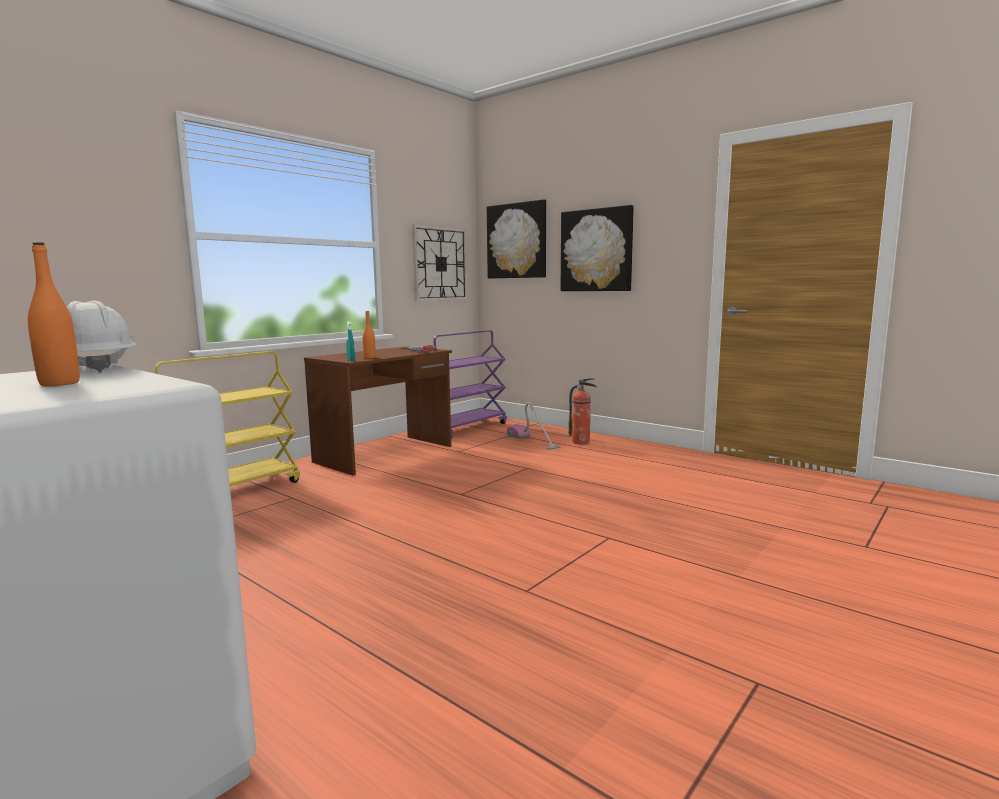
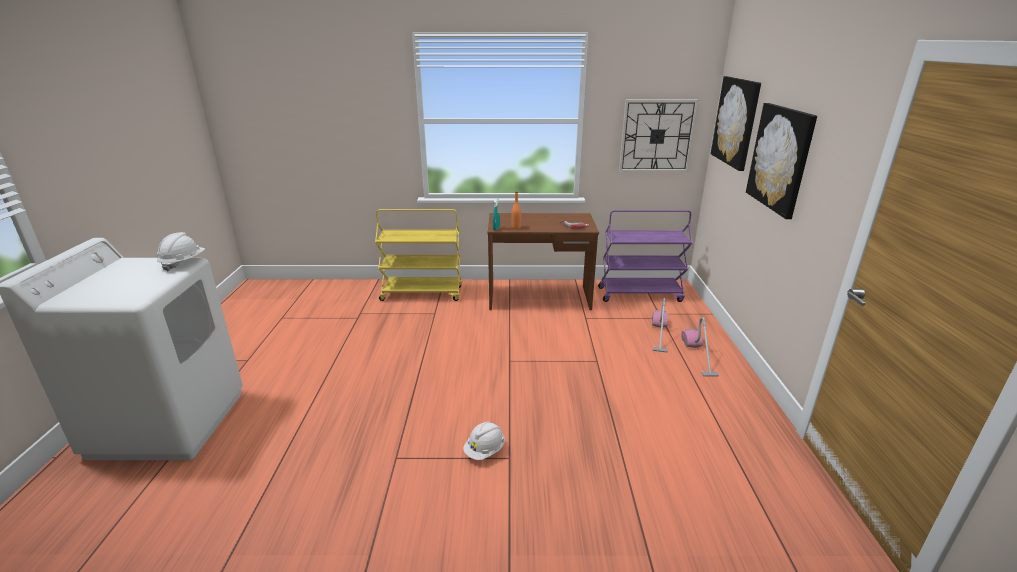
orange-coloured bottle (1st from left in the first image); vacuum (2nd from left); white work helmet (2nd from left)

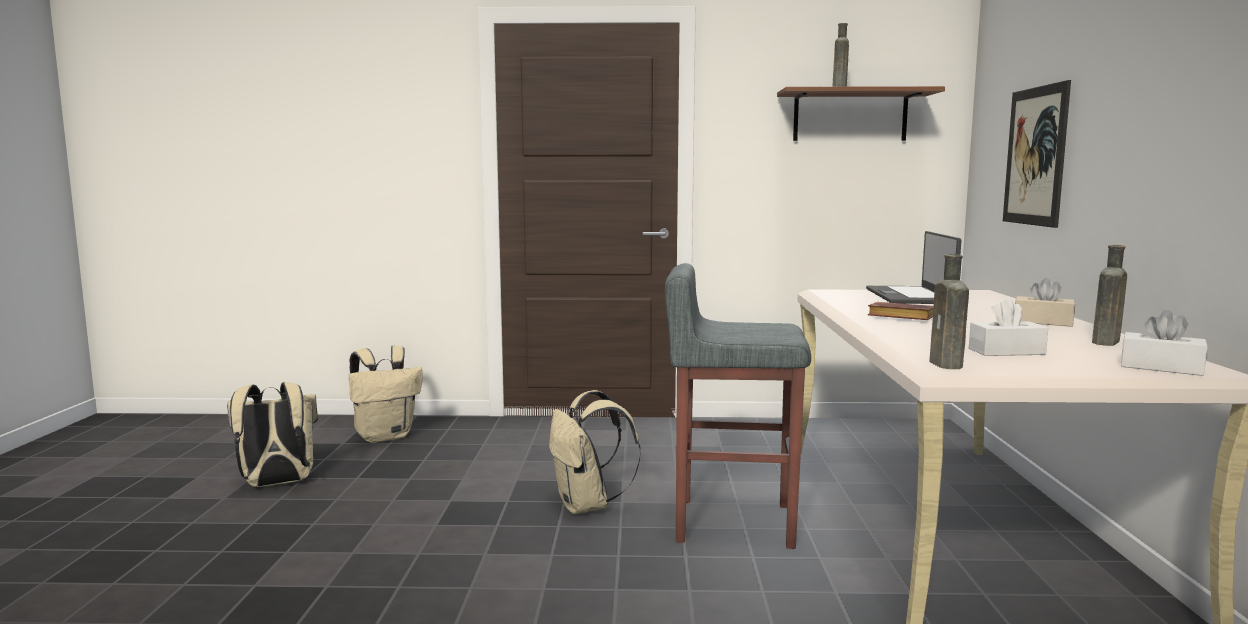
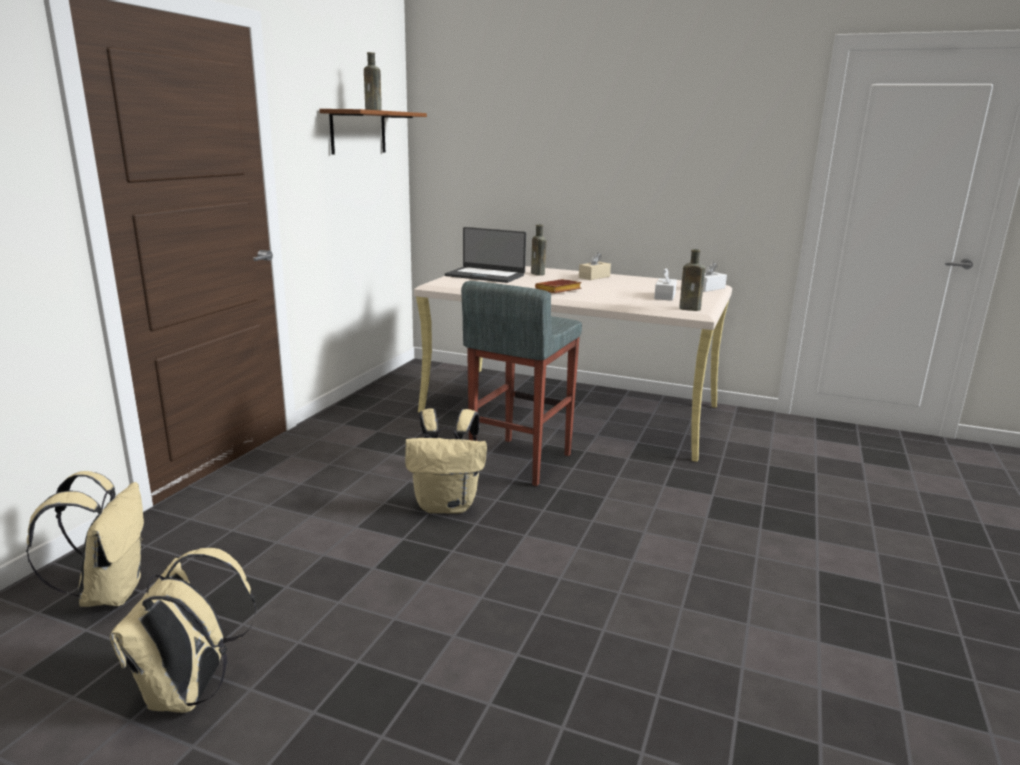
picture; brown-coloured bottle (2nd from left)

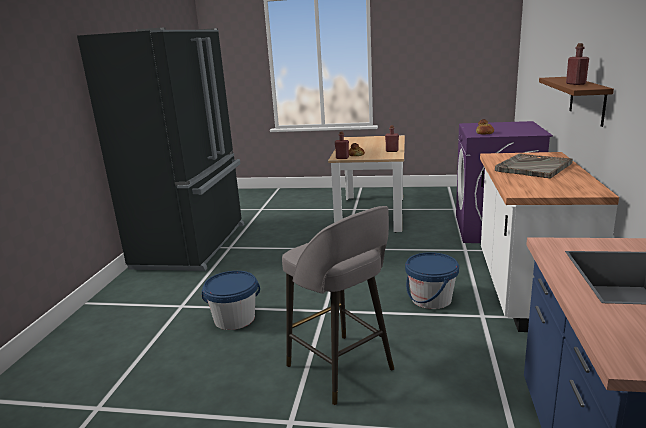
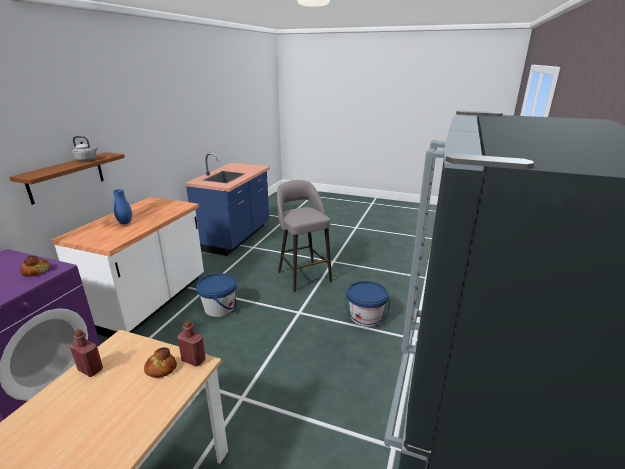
blue flower vase; grey water kettle

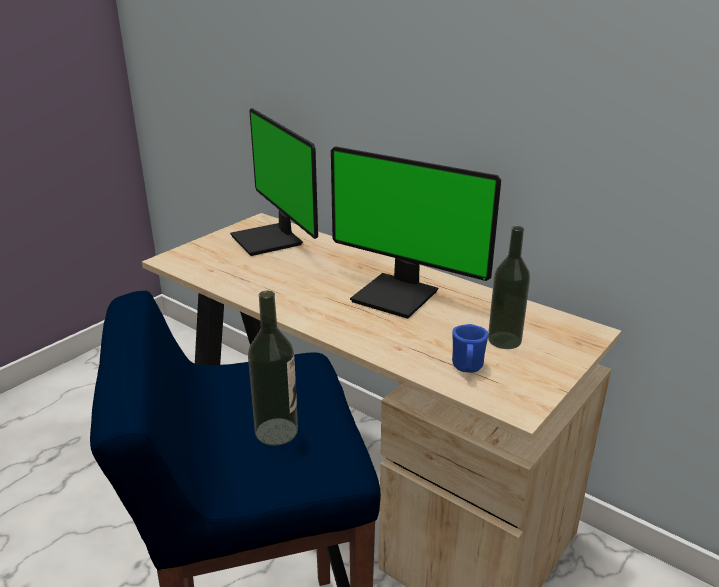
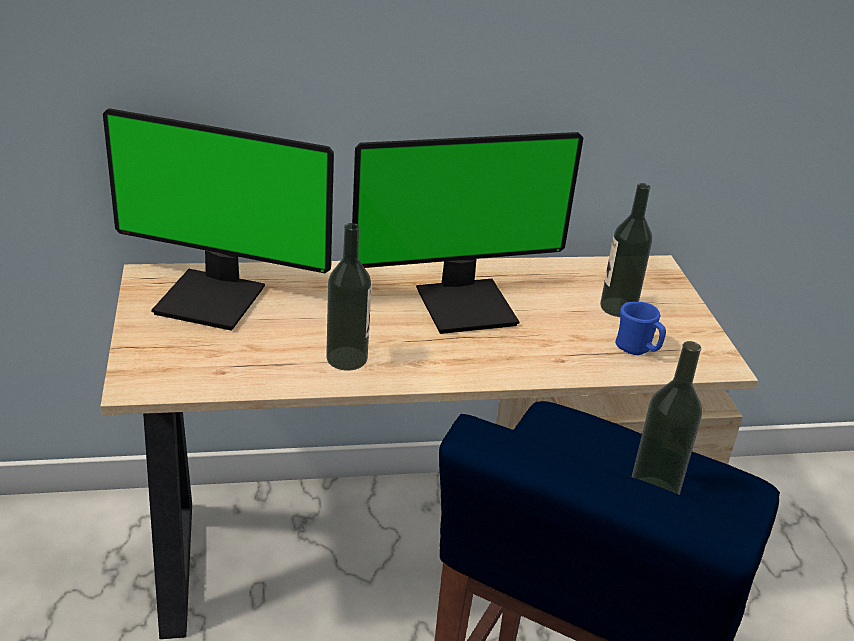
bottle (1st from left)

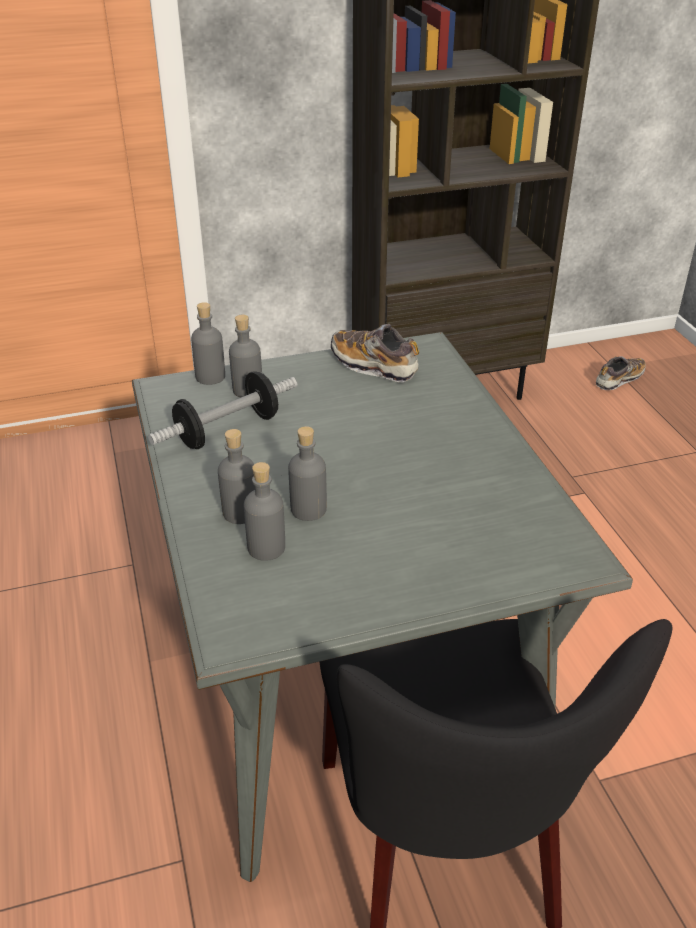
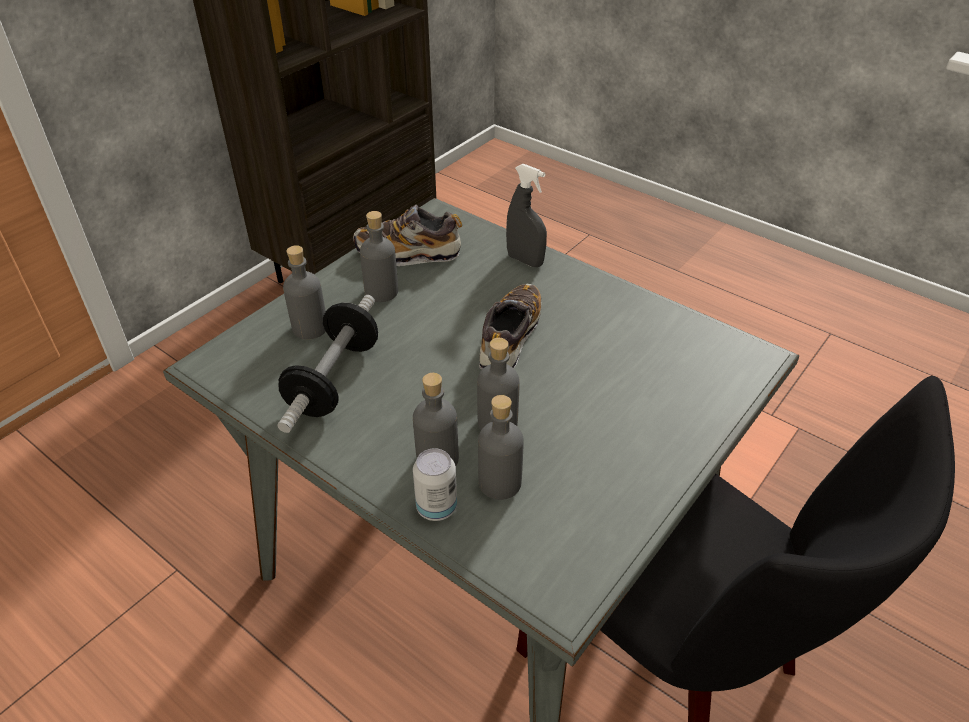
grey bottle (2nd from left); low shoe (2nd from left); can; grey spray bottle

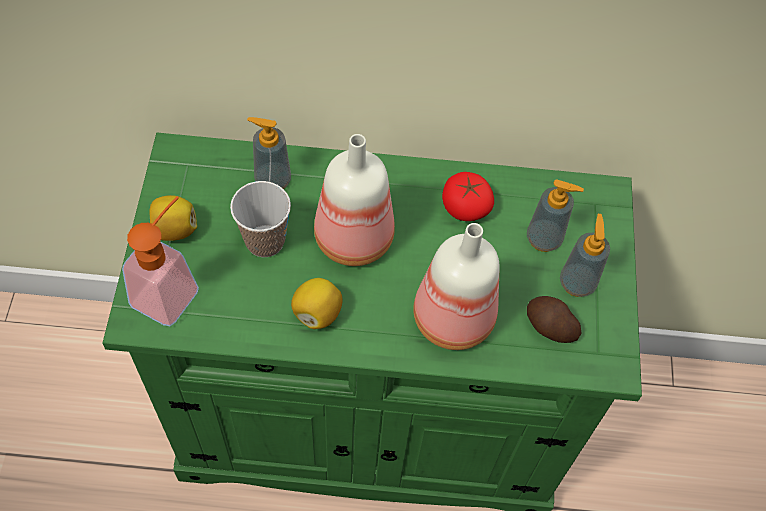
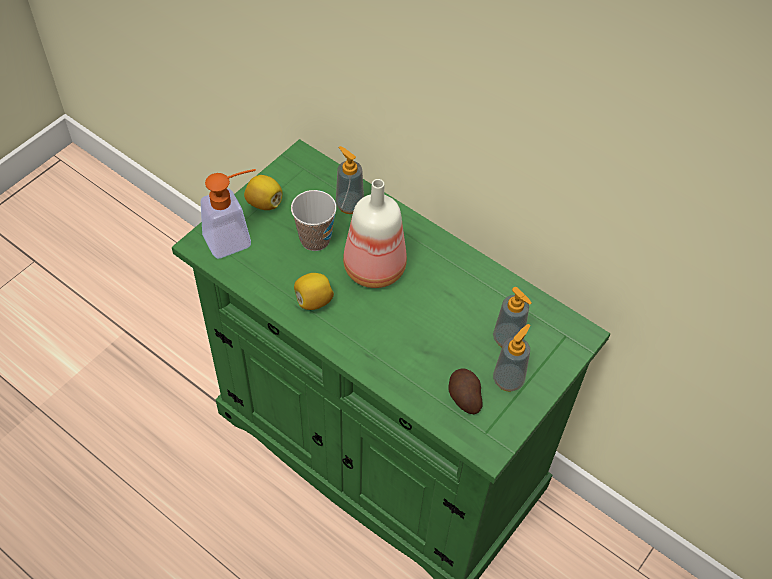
bottle (2nd from left in the first image); whole tomato

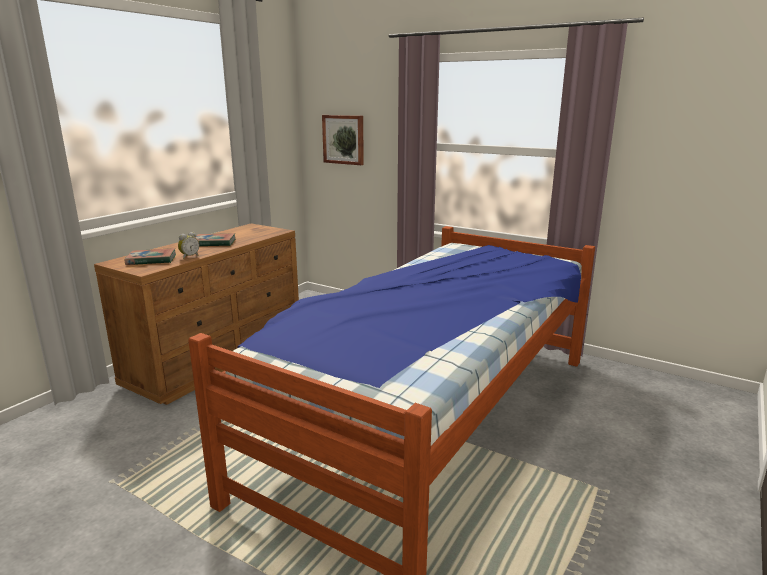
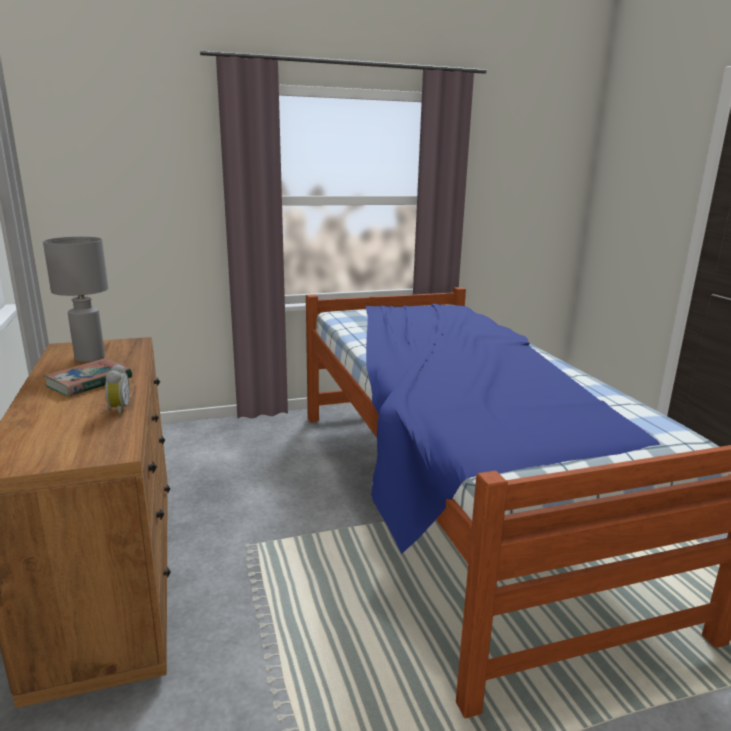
bound book (1st from left in the first image); picture; grey tabletop lamp

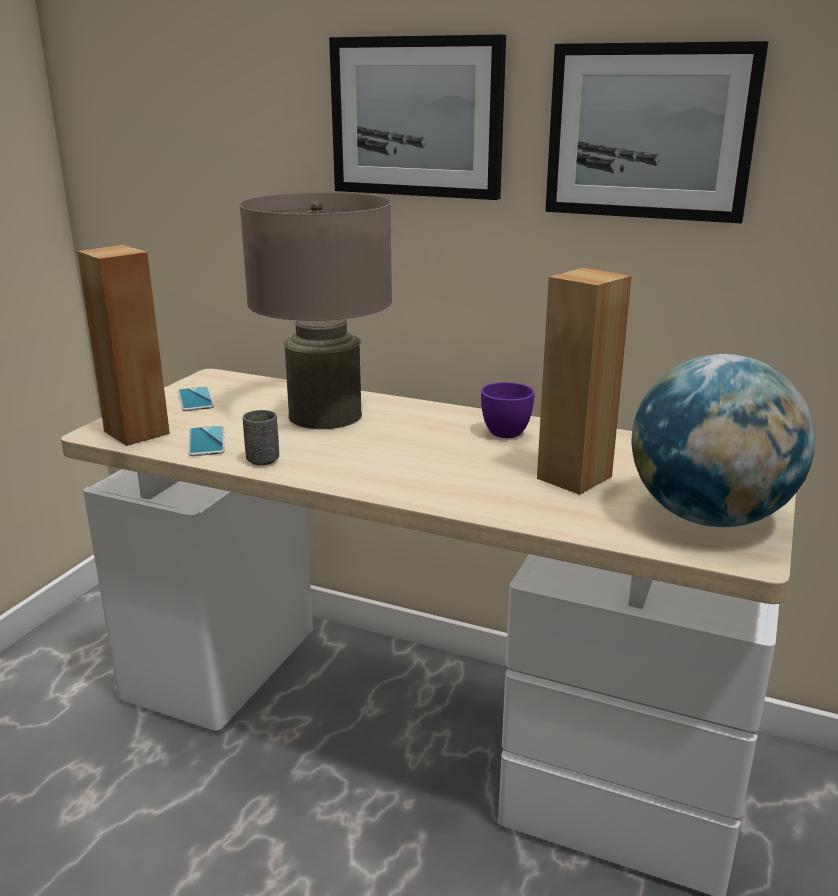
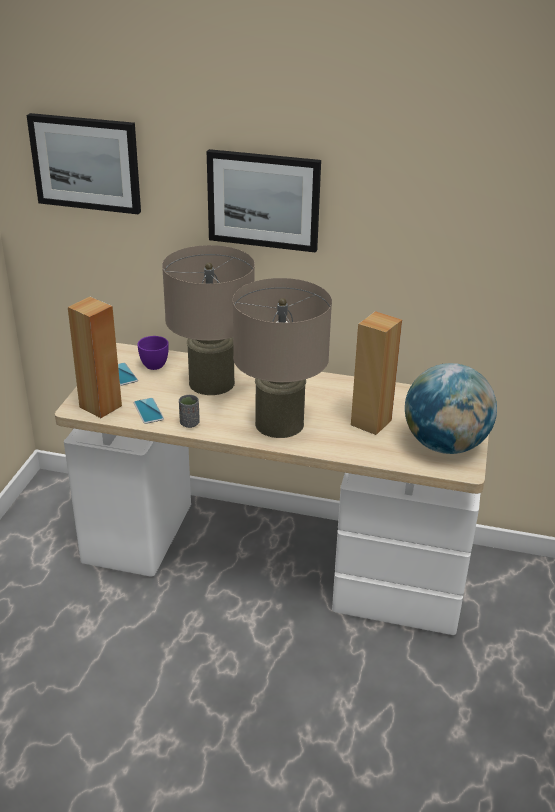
purple-coloured small cup; picture (1st from left); sand-coloured tabletop lamp (2nd from left)

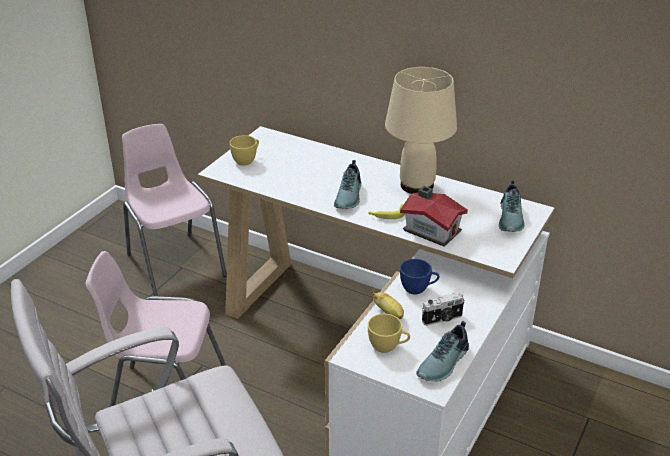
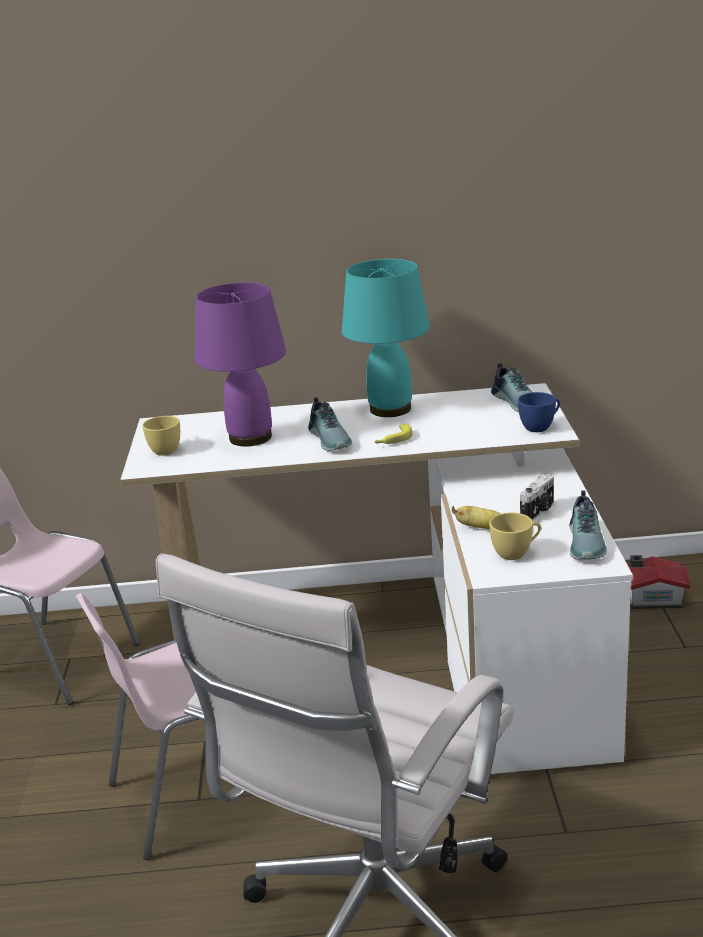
blue-green tabletop lamp; model house; blue small cup; purple-coloured tabletop lamp

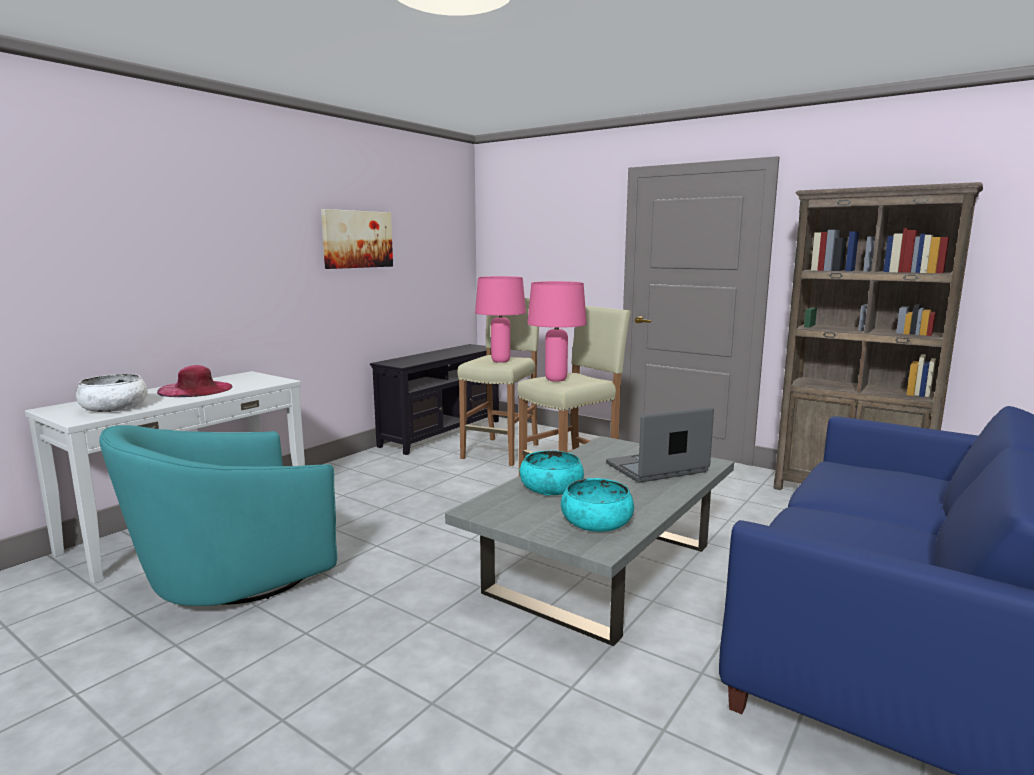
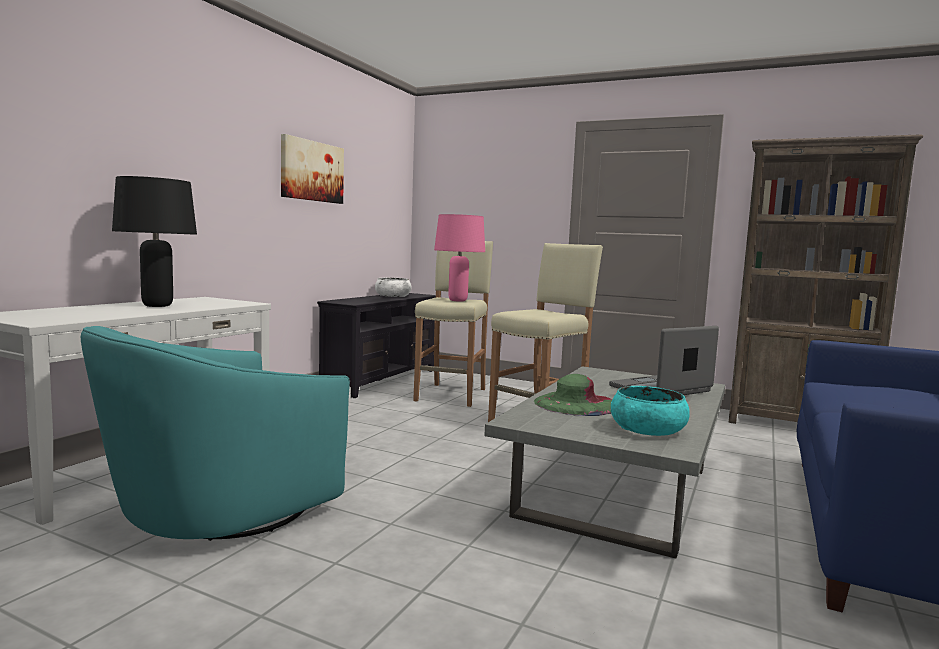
white bowl; black-coloured tabletop lamp; greenish clothing hat; pinkish tabletop lamp (2nd from left in the first image)

